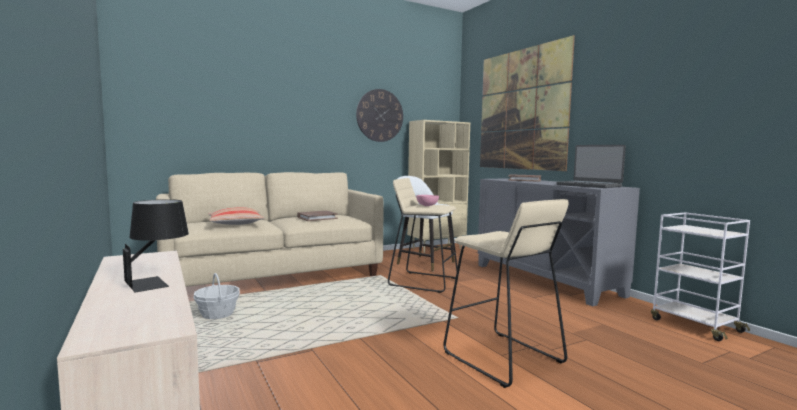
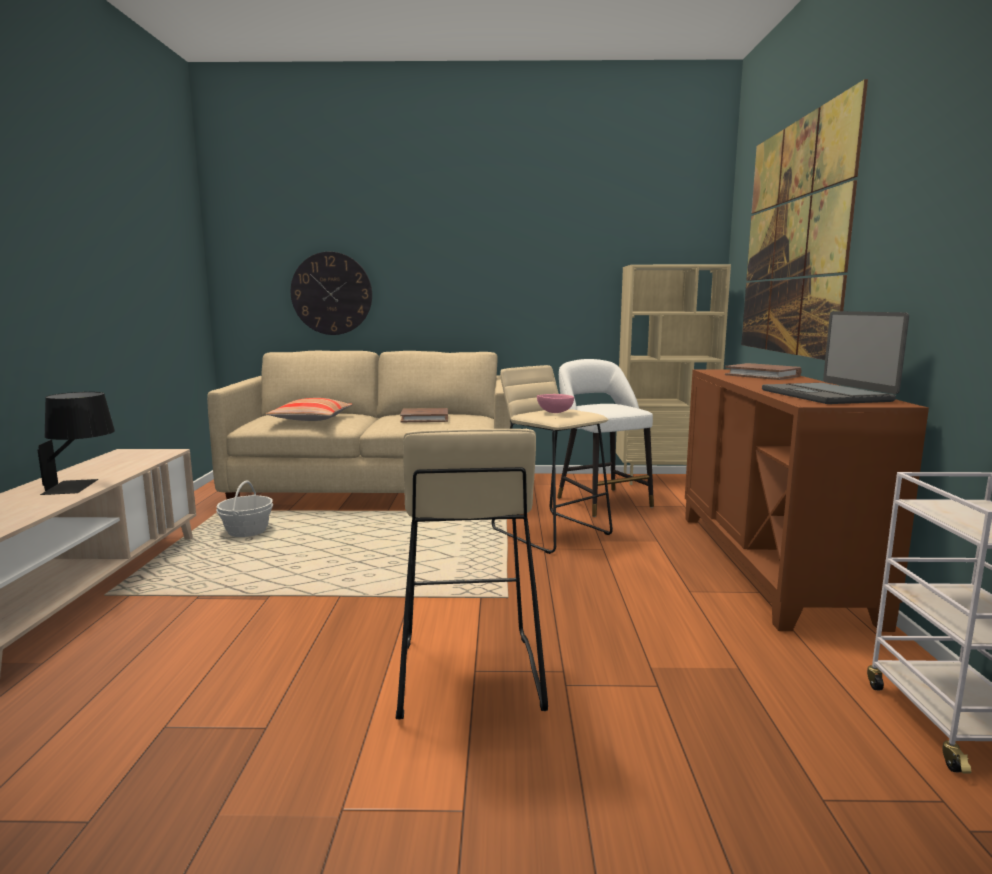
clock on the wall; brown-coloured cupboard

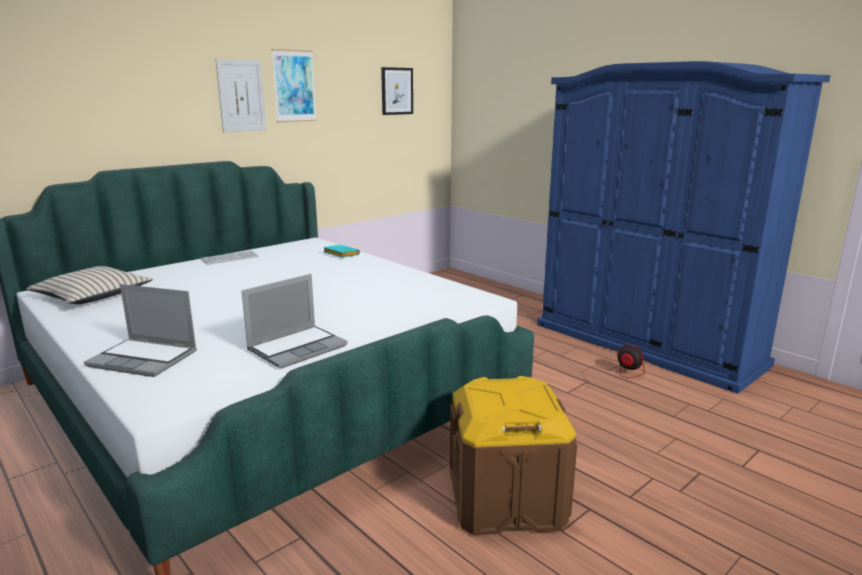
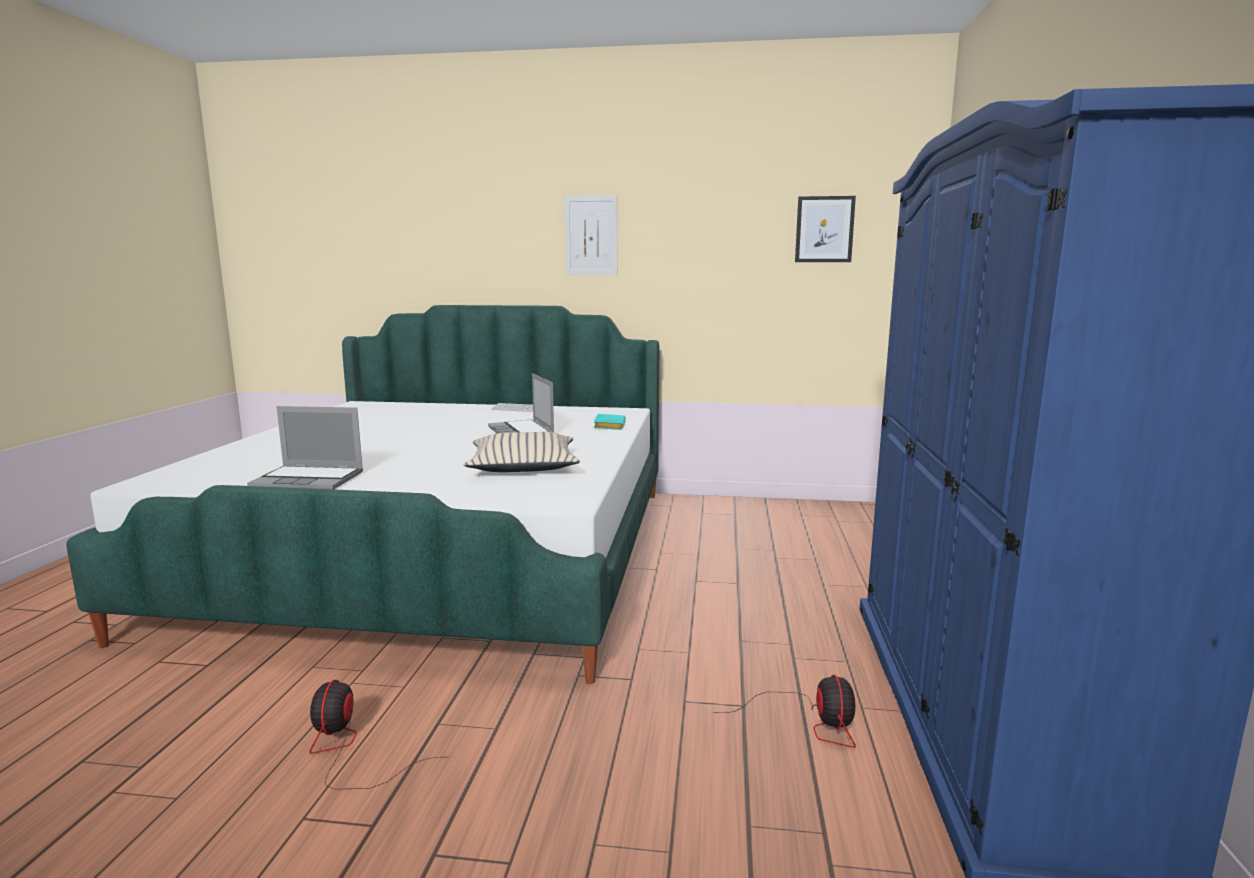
sand-coloured cushion; notebook computer (2nd from left); picture (2nd from left in the first image); electric fan (1st from left)

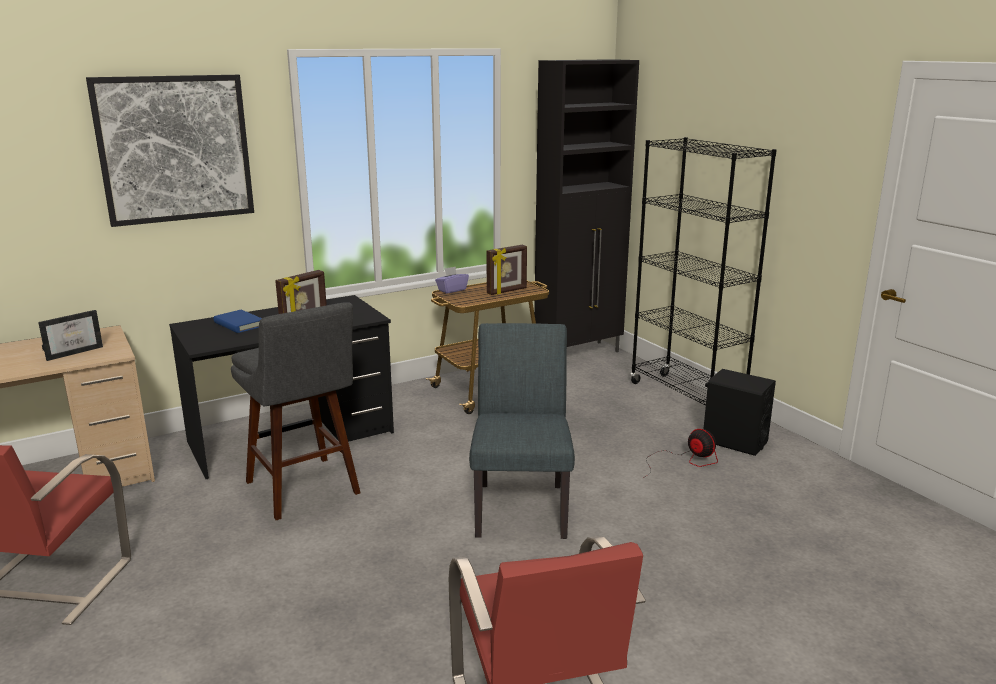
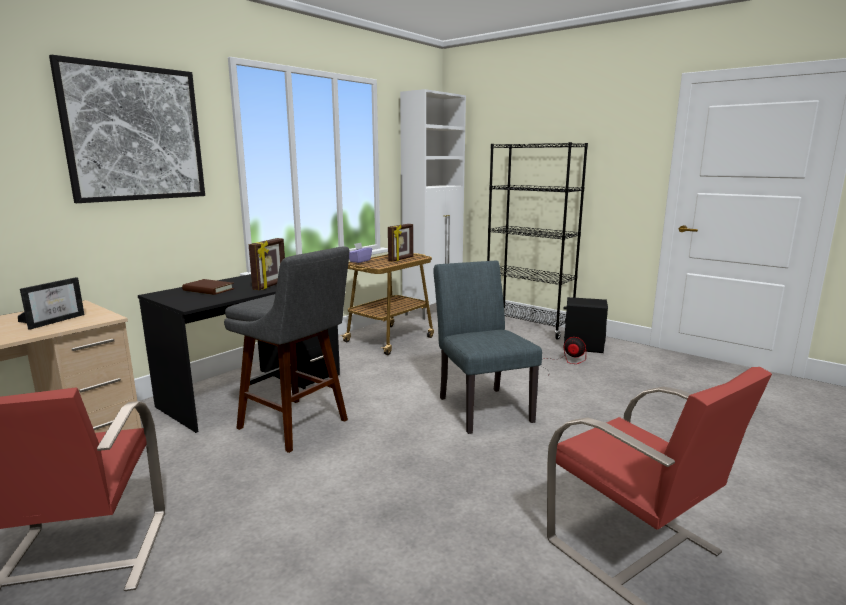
brown-coloured bound book; white cupboard

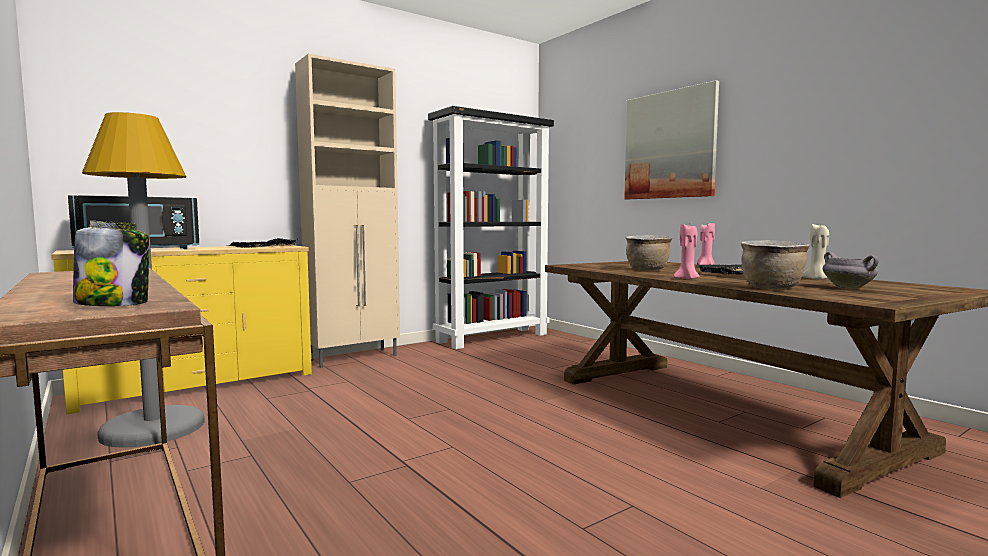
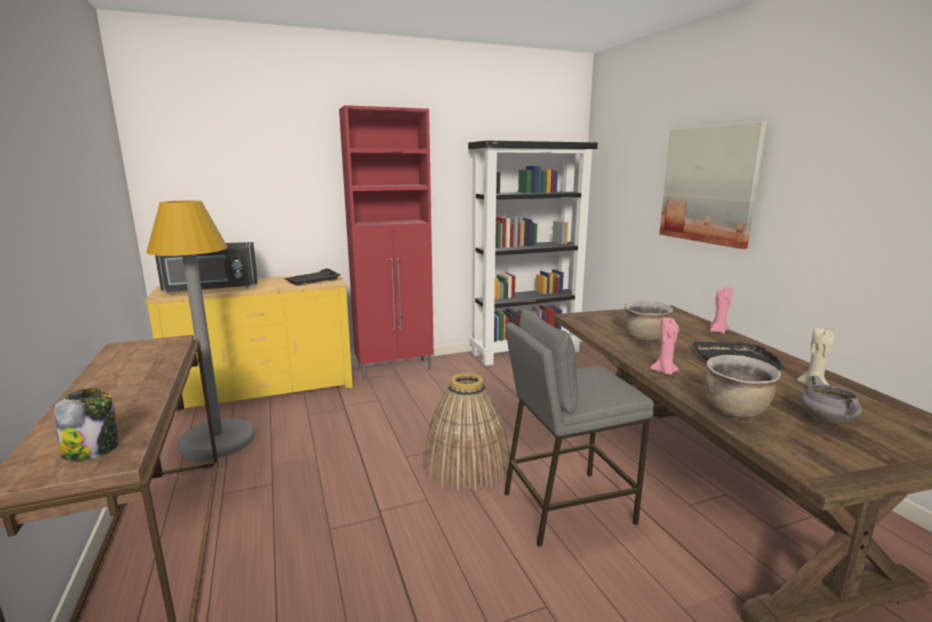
red-coloured cupboard; storage basket; grey stool seat

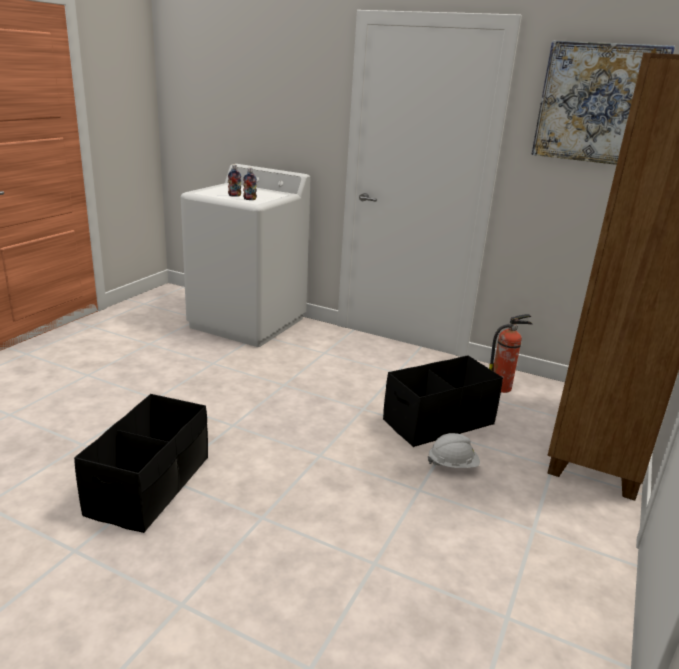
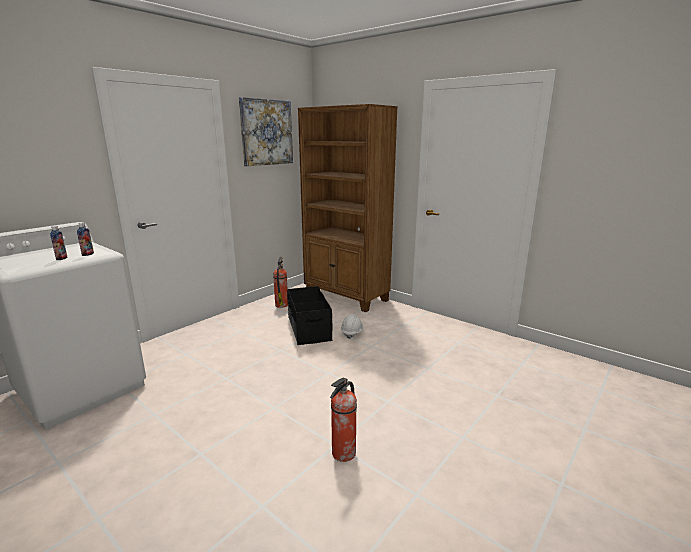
extinguisher (2nd from left)

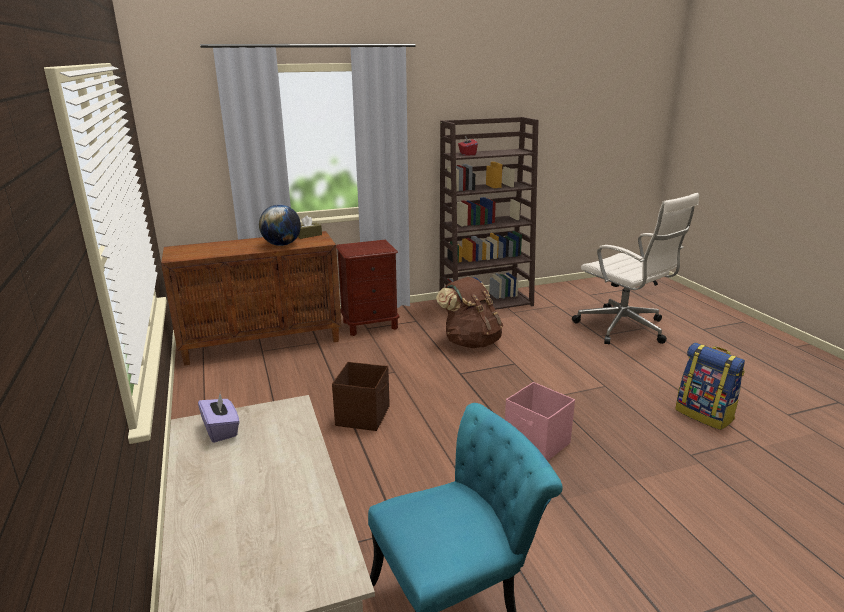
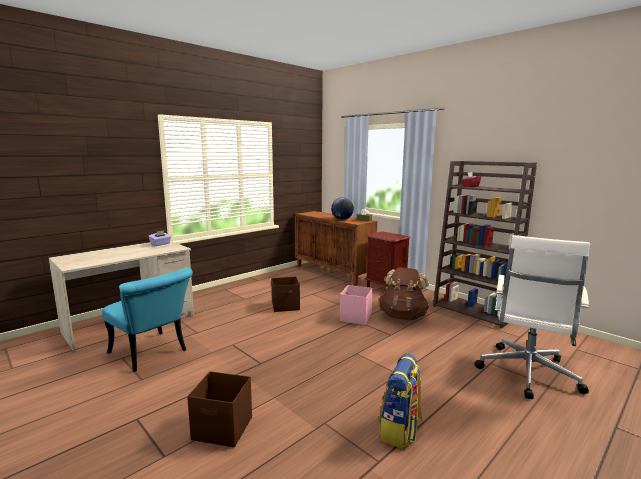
pinkish storage bin; brown-coloured storage bin (1st from left)

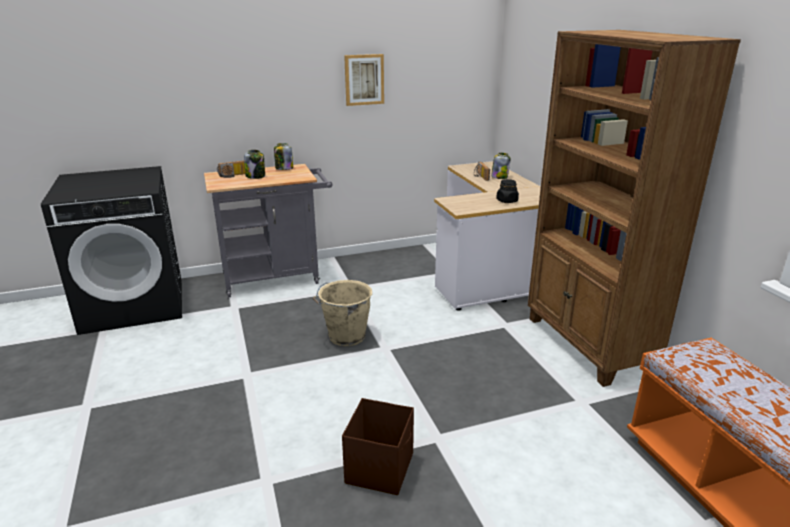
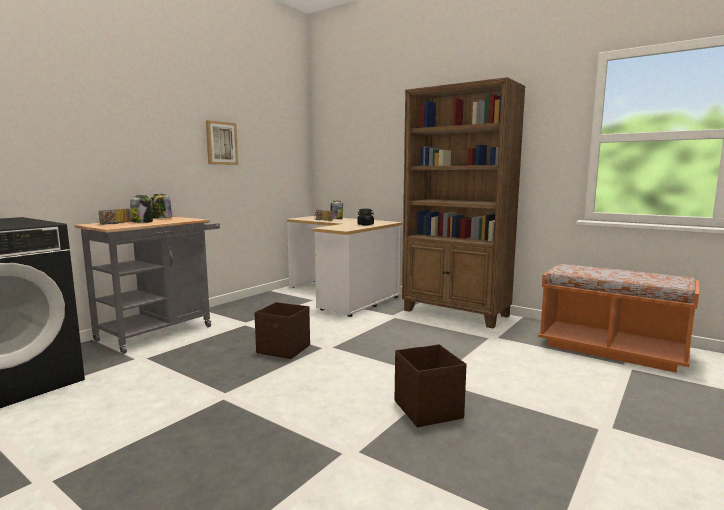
brown-coloured storage bin (1st from left)

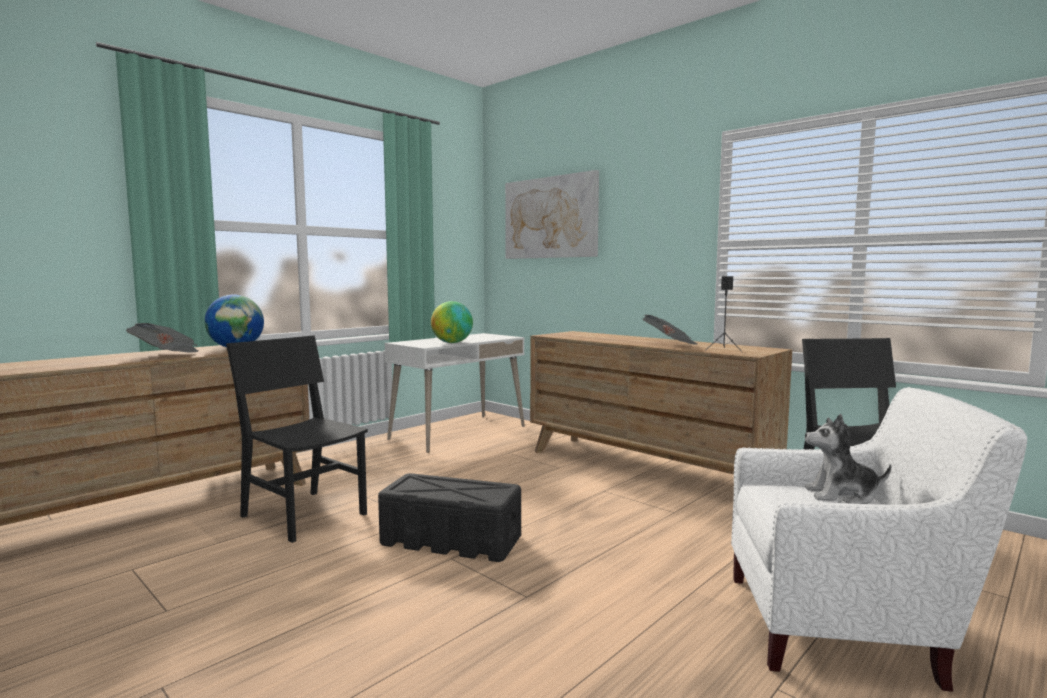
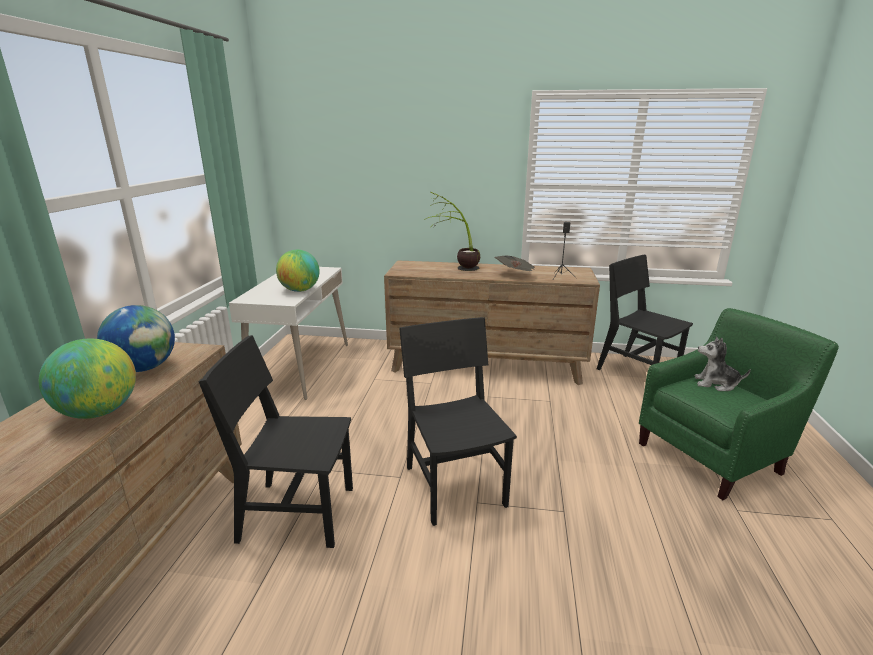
desk globe (1st from left); black-coloured chair (2nd from left); picture; greenish easy chair; cuddly toy; houseplant

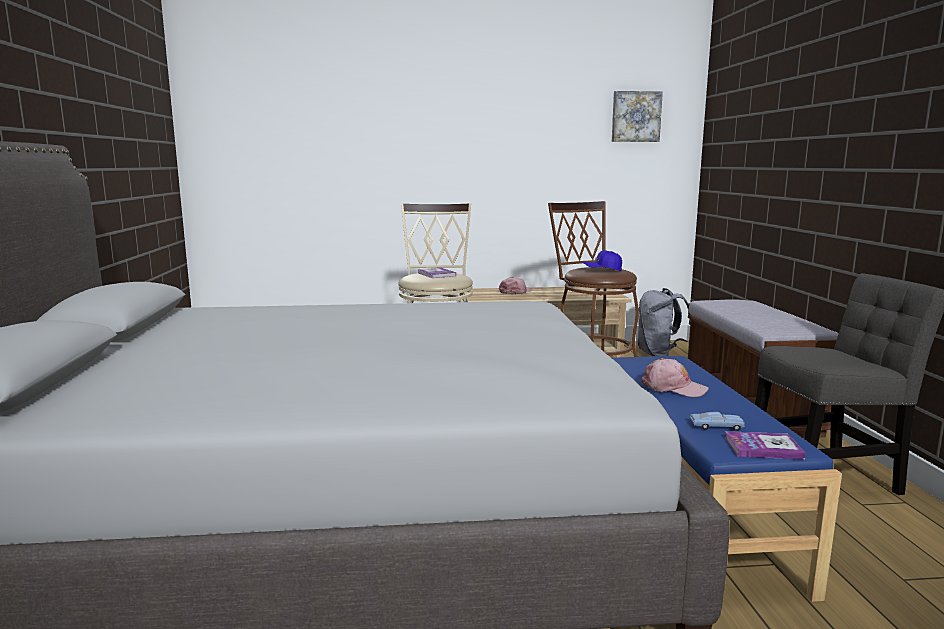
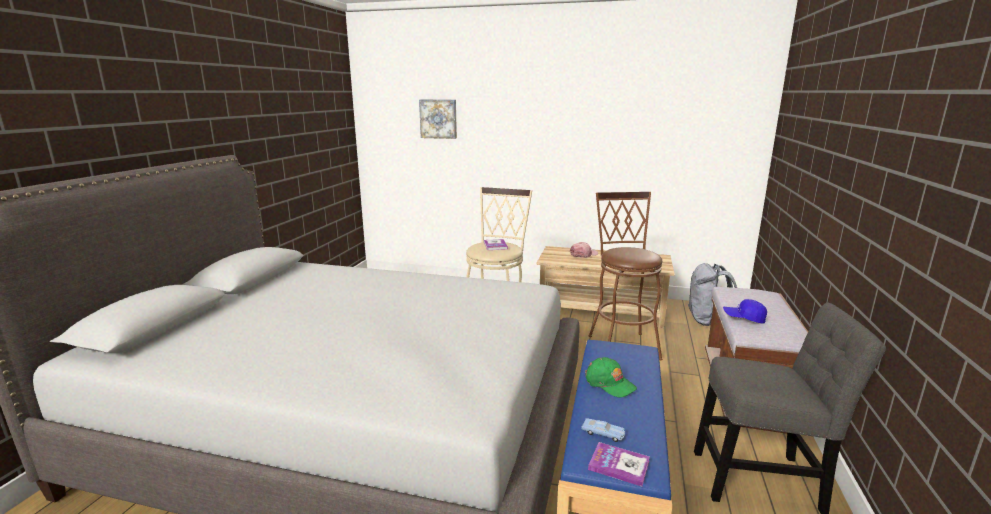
blue peaked cap; picture; greenish peaked cap

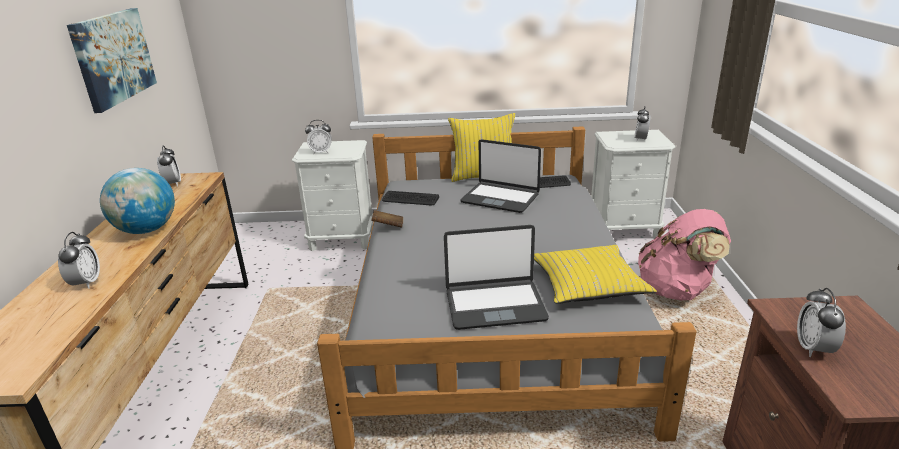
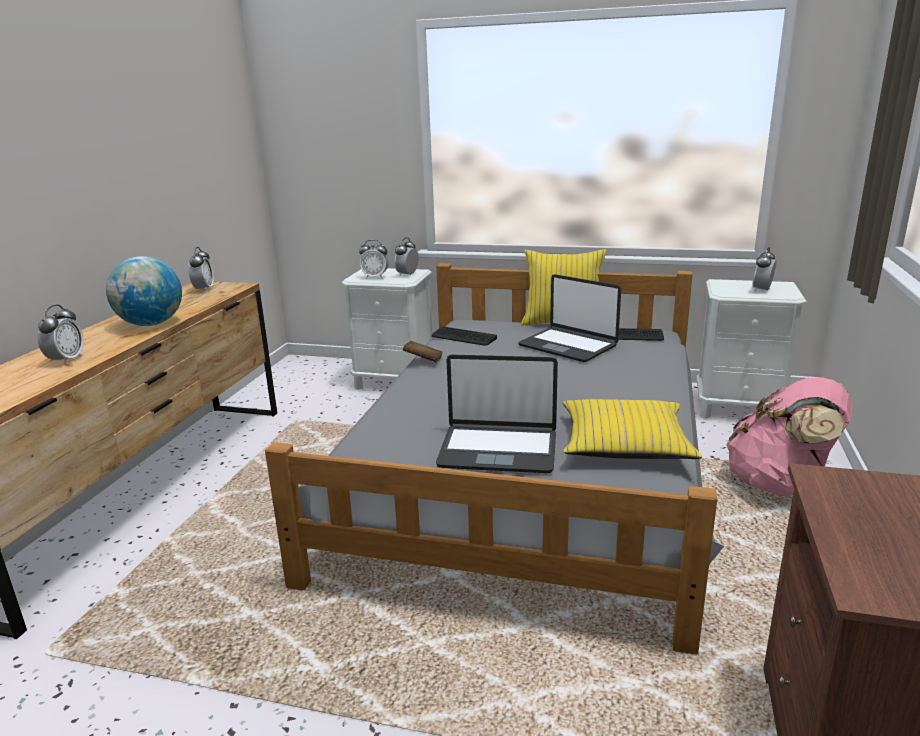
picture; alarm clock (4th from left)

